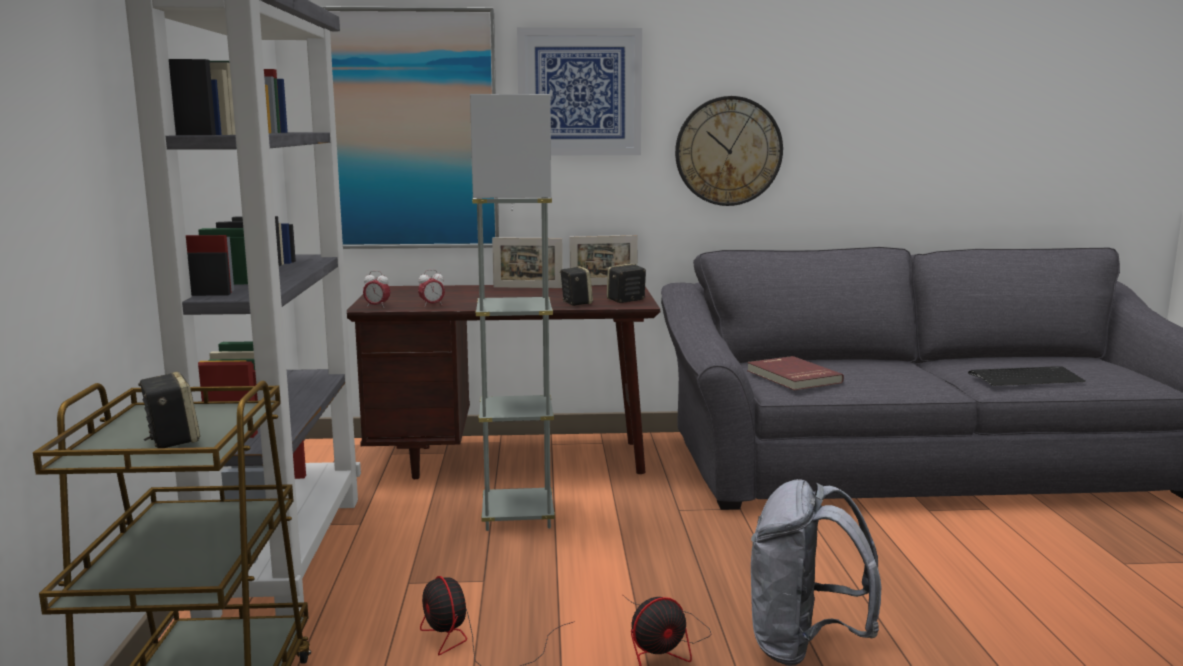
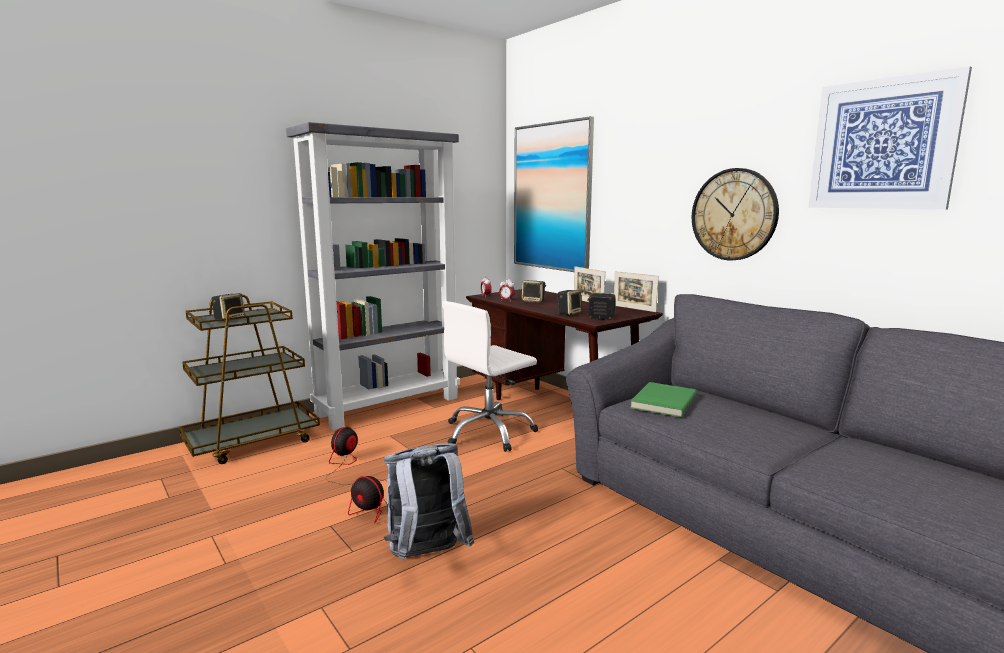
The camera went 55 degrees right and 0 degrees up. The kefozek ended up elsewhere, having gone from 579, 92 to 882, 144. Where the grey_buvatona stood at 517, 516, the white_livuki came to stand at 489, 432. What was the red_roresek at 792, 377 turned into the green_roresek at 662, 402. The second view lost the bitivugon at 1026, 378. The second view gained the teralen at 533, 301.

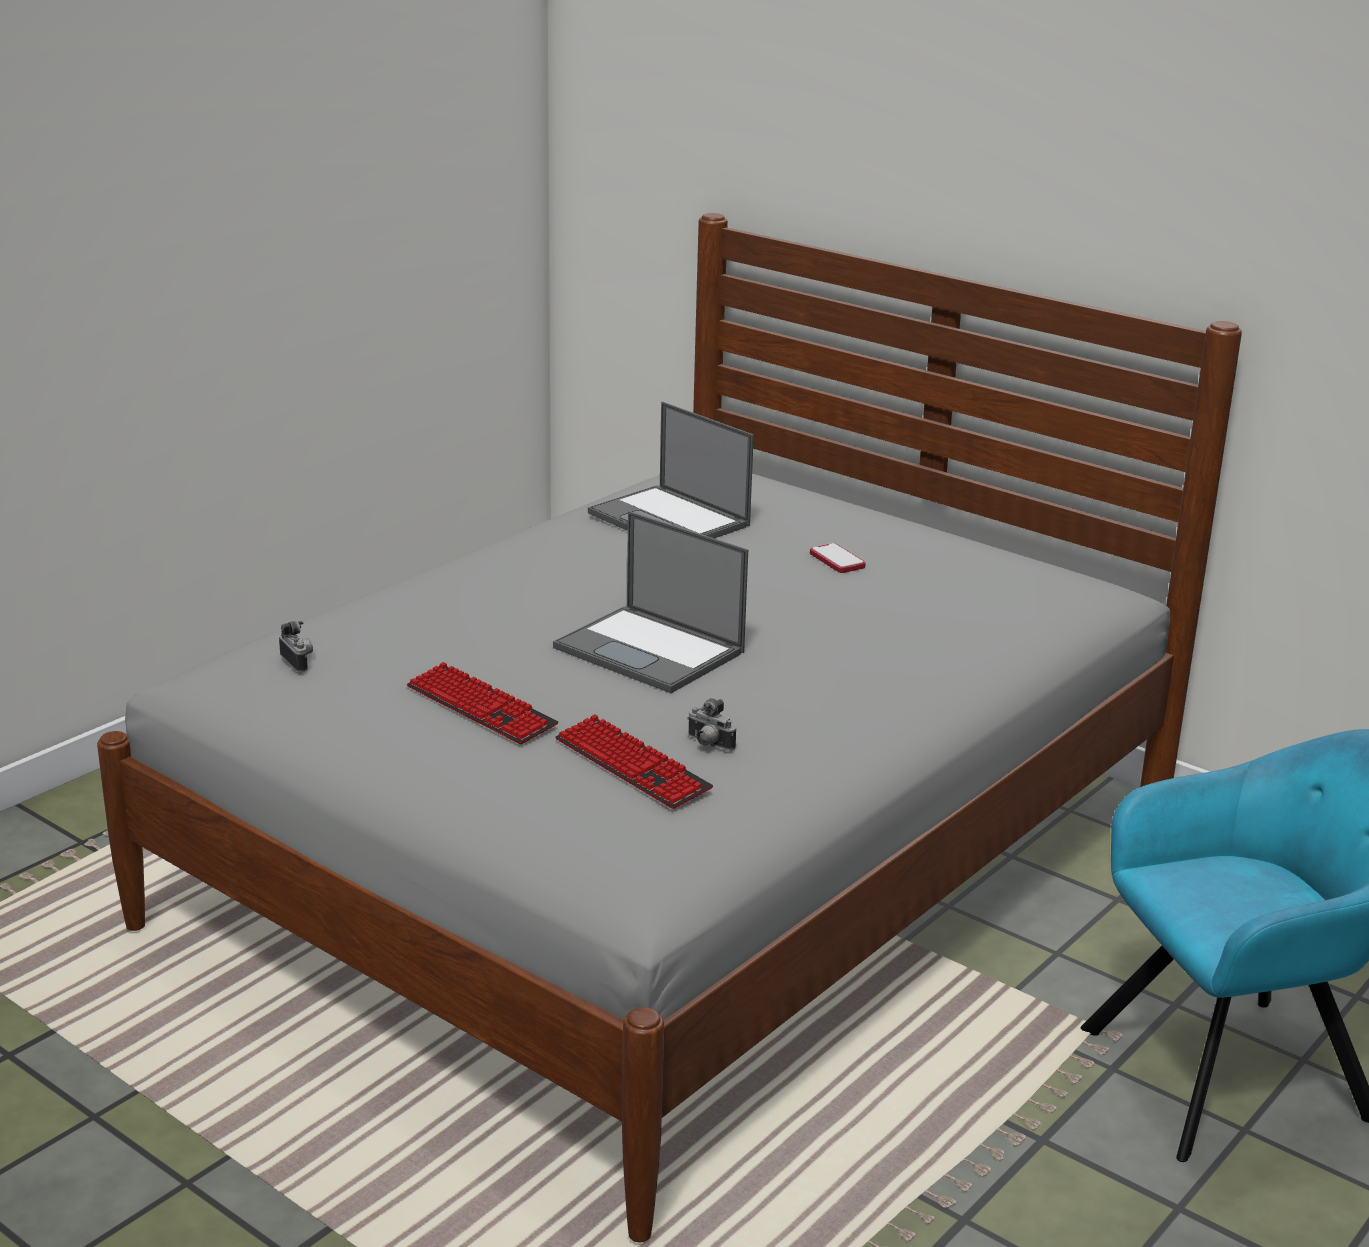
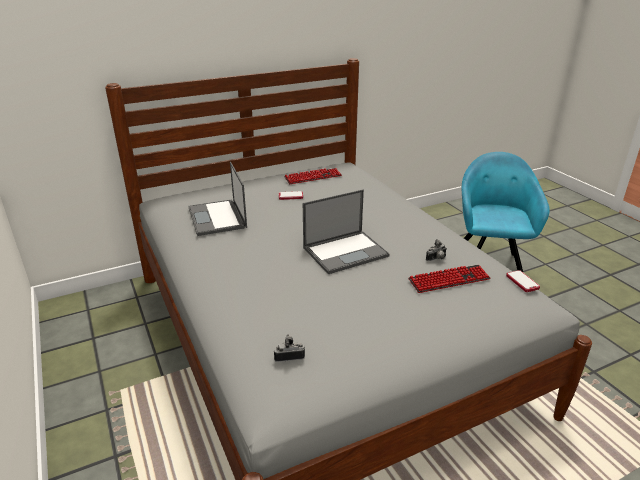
The camera went 65 degrees left and 5 degrees up. The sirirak at 670, 520 ended up facing another way, 90 degrees clockwise from before. The bitivugon ended up elsewhere, having gone from 481, 707 to 313, 177. The second view gained the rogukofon at 522, 282.

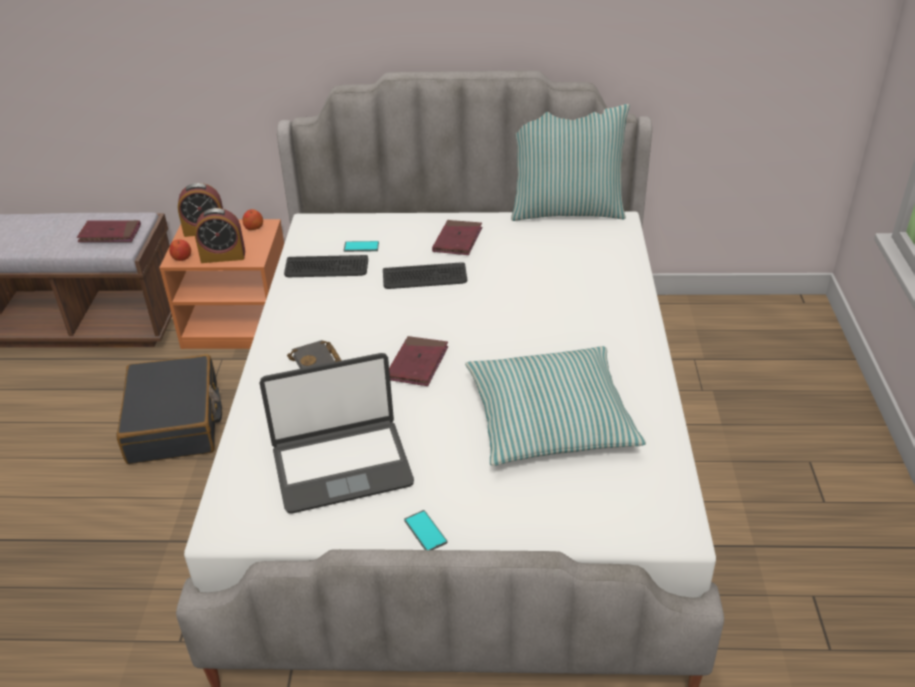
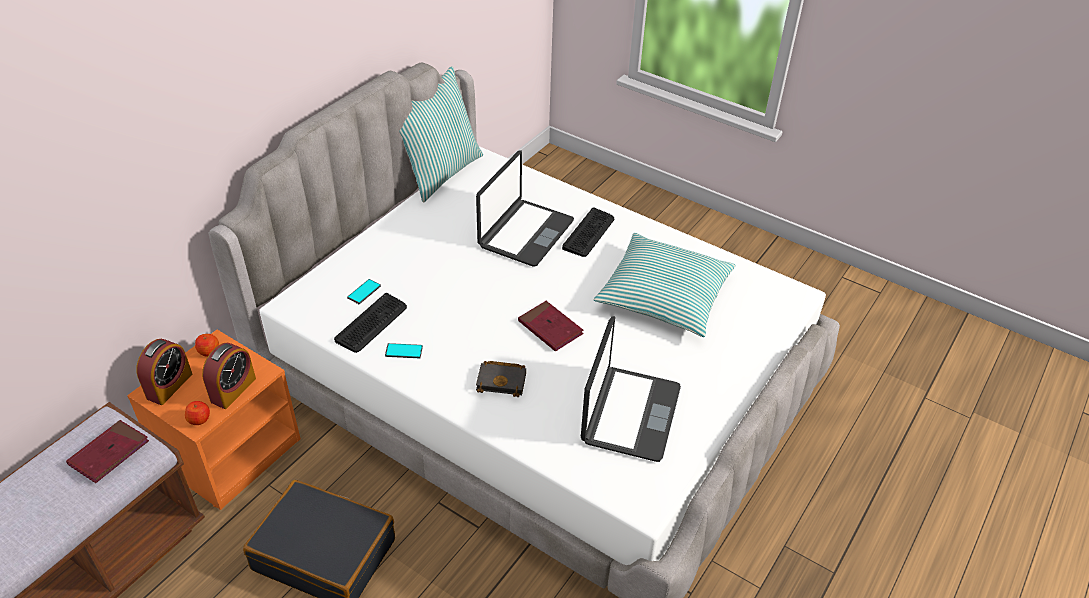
The camera went 60 degrees left and 5 degrees up. The second view lost the red_roresek at 457, 240. The bitivugon ended up elsewhere, having gone from 424, 277 to 589, 233. The rogukofon ended up elsewhere, having gone from 425, 531 to 404, 351. The second view gained the sirirak at 525, 233.

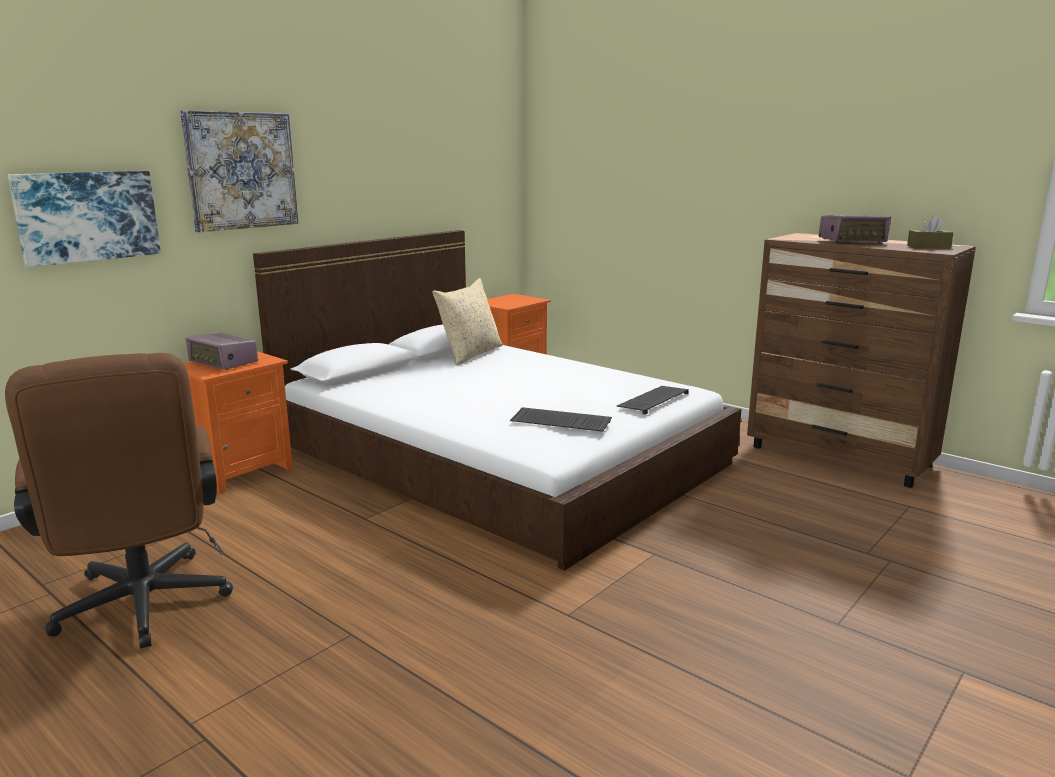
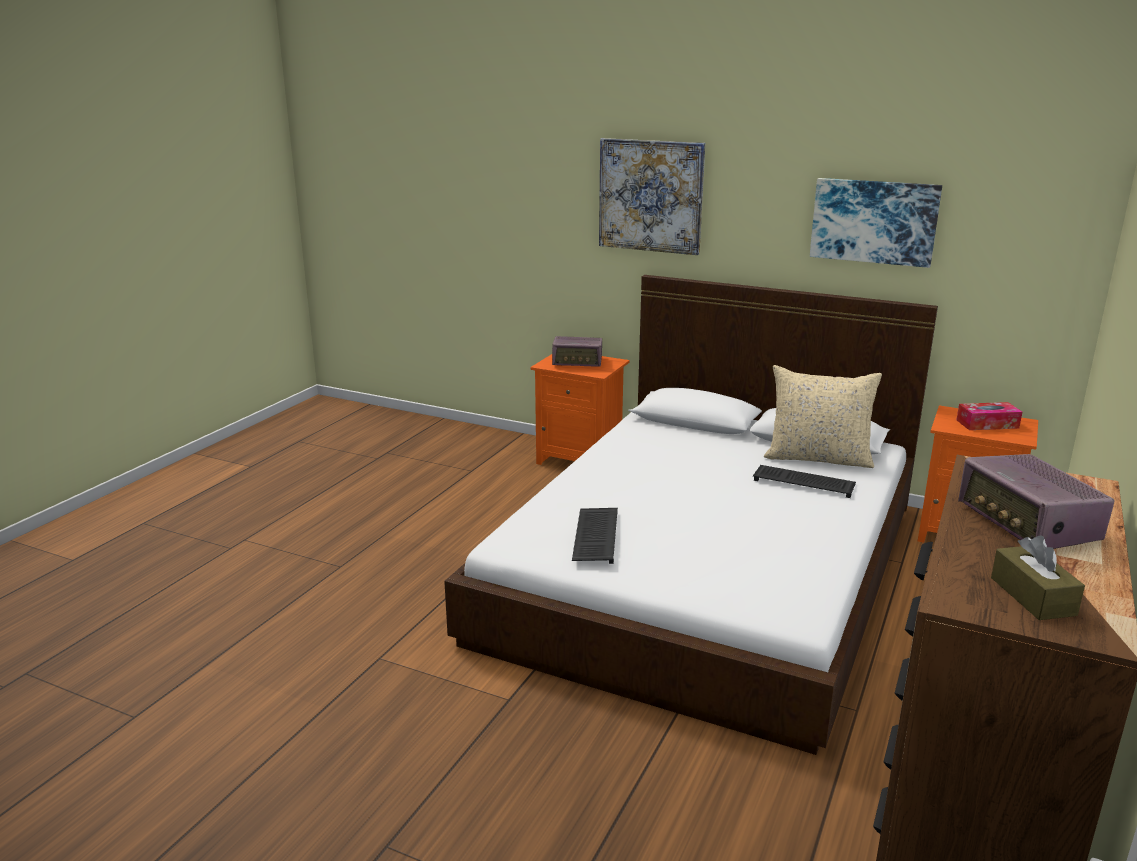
The camera went 75 degrees right and 5 degrees up. The kefozek ended up elsewhere, having gone from 87, 216 to 874, 221. The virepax at 224, 363 ended up facing another way, 105 degrees counterclockwise from before. The second view lost the brown_livuki at 143, 610. The bitivugon ended up elsewhere, having gone from 653, 400 to 805, 482. The second view gained the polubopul at 987, 424.

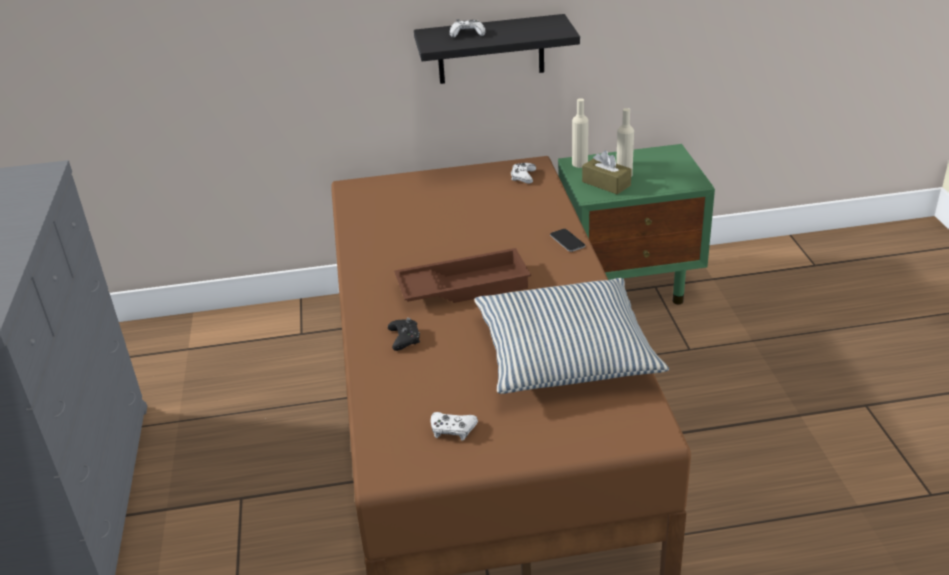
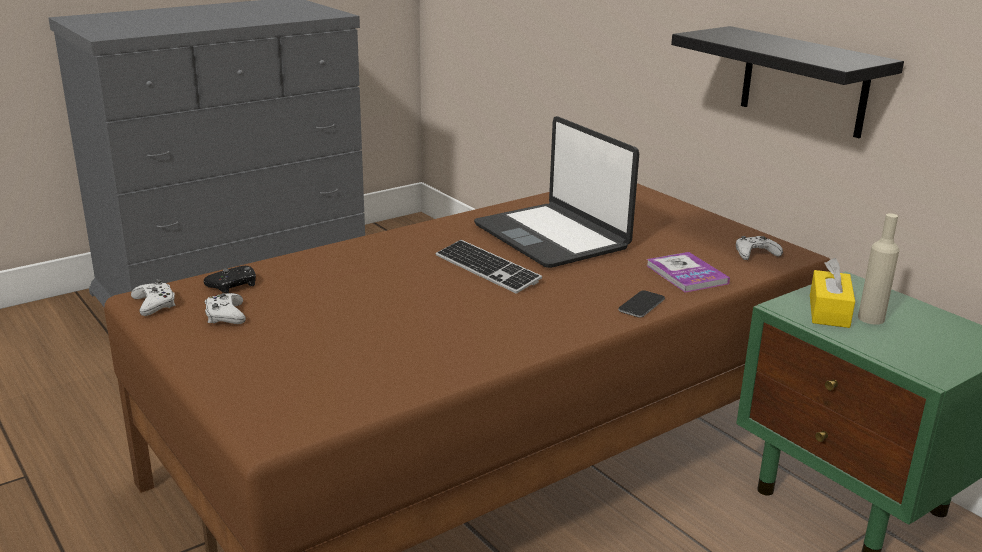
The camera went 60 degrees right and 10 degrees down. The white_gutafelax ended up elsewhere, having gone from 467, 33 to 154, 304. The second view lost the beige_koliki at 580, 164. What was the brown_polubopul at 606, 183 turned into the yellow_polubopul at 829, 311. Where the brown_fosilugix stood at 463, 285, the bitivugon came to stand at 487, 269. The second view lost the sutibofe at 565, 352. The black_gutafelax ended up elsewhere, having gone from 404, 338 to 233, 285. The second view gained the sirirak at 552, 237. The second view gained the roresek at 686, 274.

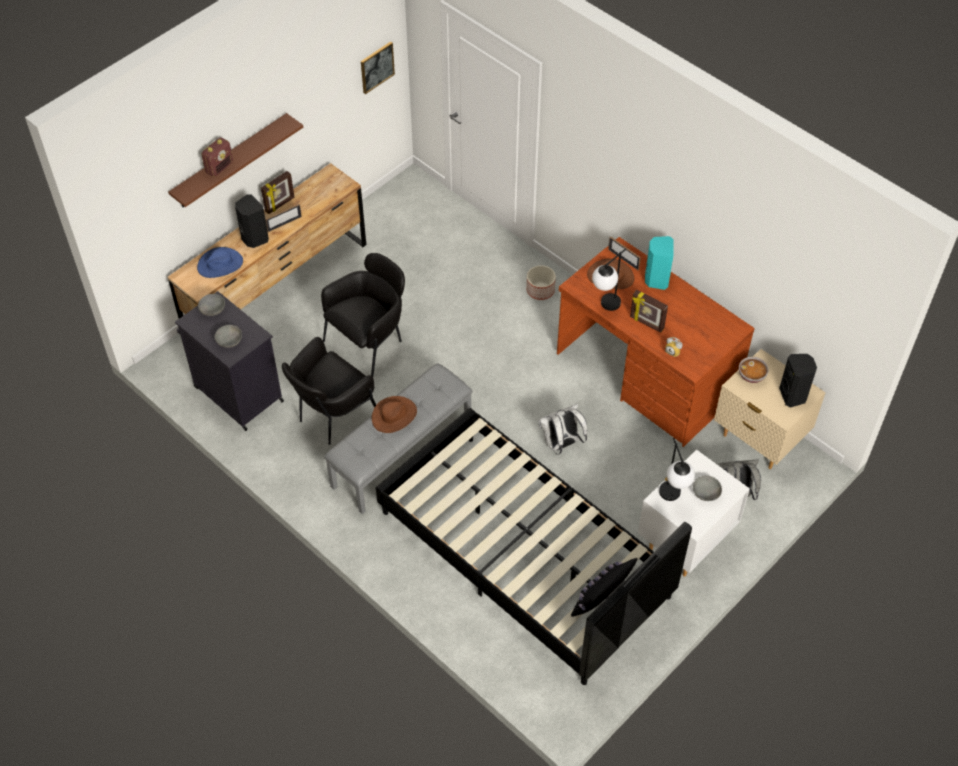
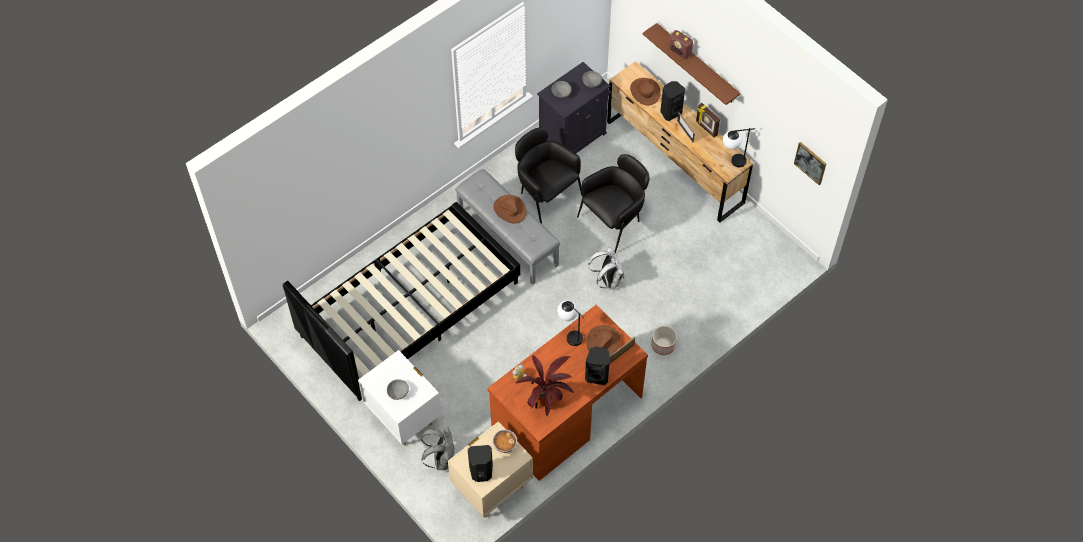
The camera went 95 degrees right and 5 degrees up. What was the turquoise_teralen at 656, 279 turned into the black_teralen at 597, 375. What was the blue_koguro at 220, 264 turned into the brown_koguro at 645, 92. The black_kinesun at 370, 344 ended up facing another way, 90 degrees counterclockwise from before. The second view lost the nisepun at 646, 323. The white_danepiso ended up elsewhere, having gone from 561, 444 to 608, 280. The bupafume ended up elsewhere, having gone from 672, 499 to 732, 162. The second view lost the black_sutibofe at 601, 602. The second view gained the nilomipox at 545, 403.

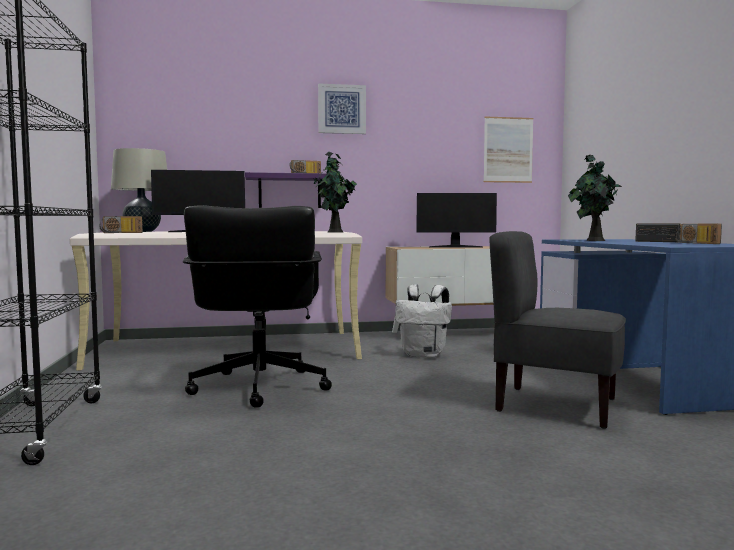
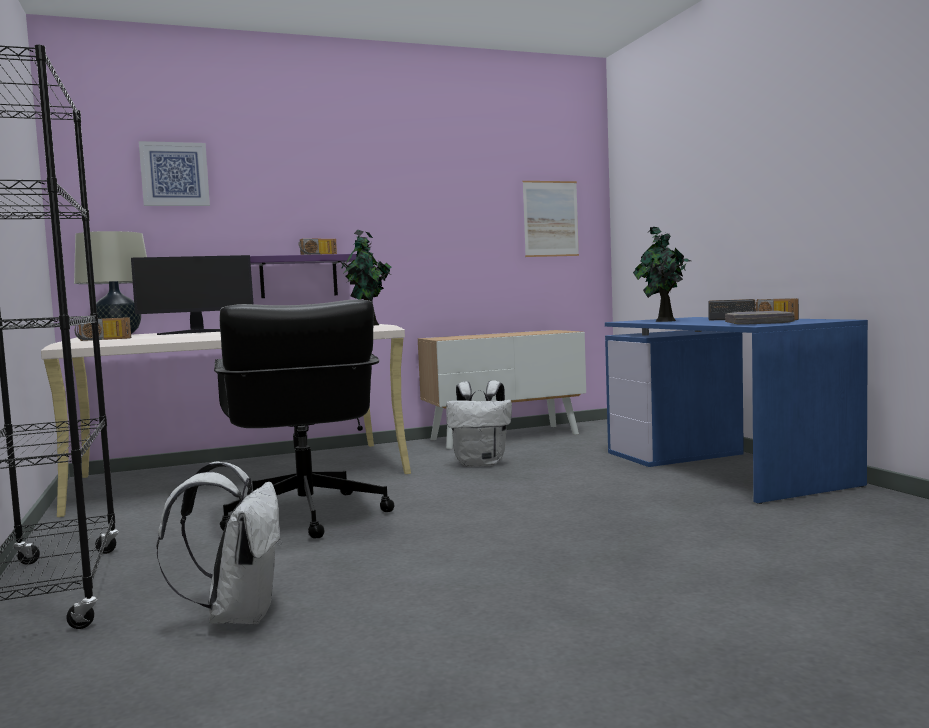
The camera went 10 degrees left and 0 degrees up. The kefozek ended up elsewhere, having gone from 341, 109 to 175, 174. The second view lost the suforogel at 455, 247. The second view lost the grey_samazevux at 555, 406. The second view gained the grey_roresek at 758, 323. The second view gained the white_danepiso at 238, 615.

